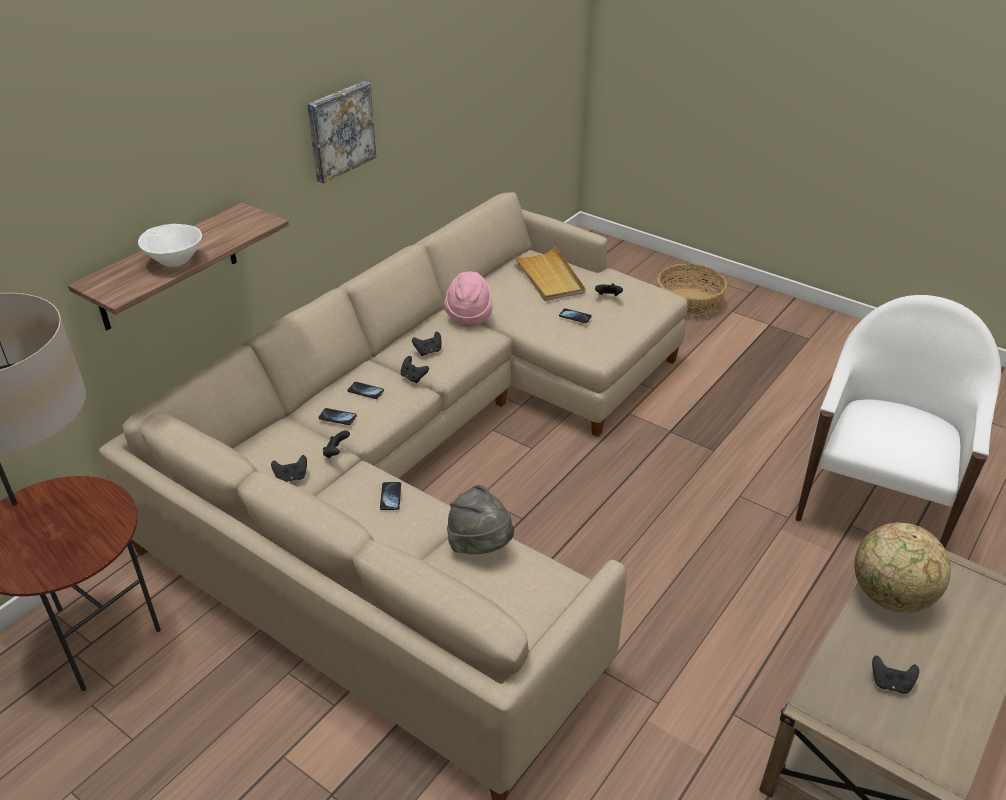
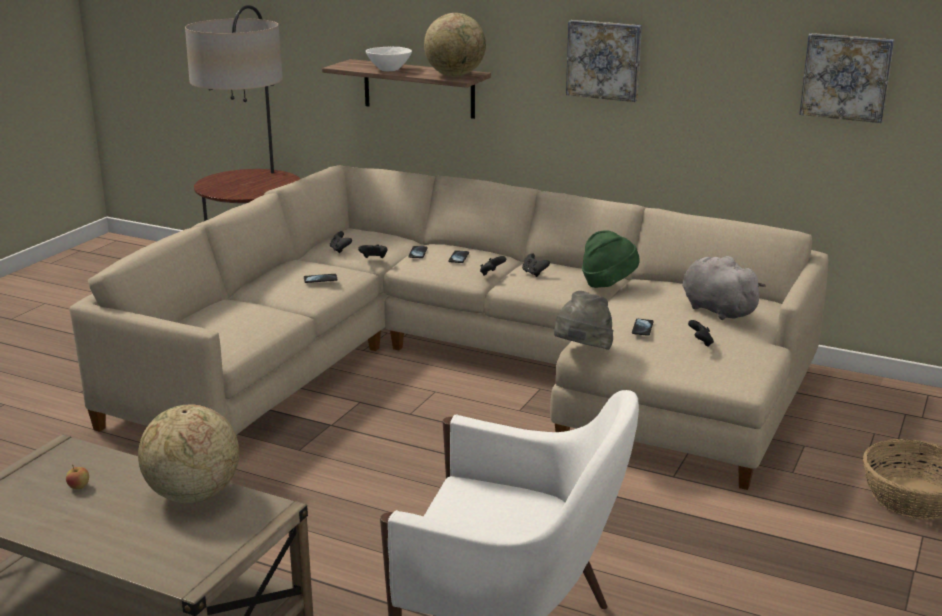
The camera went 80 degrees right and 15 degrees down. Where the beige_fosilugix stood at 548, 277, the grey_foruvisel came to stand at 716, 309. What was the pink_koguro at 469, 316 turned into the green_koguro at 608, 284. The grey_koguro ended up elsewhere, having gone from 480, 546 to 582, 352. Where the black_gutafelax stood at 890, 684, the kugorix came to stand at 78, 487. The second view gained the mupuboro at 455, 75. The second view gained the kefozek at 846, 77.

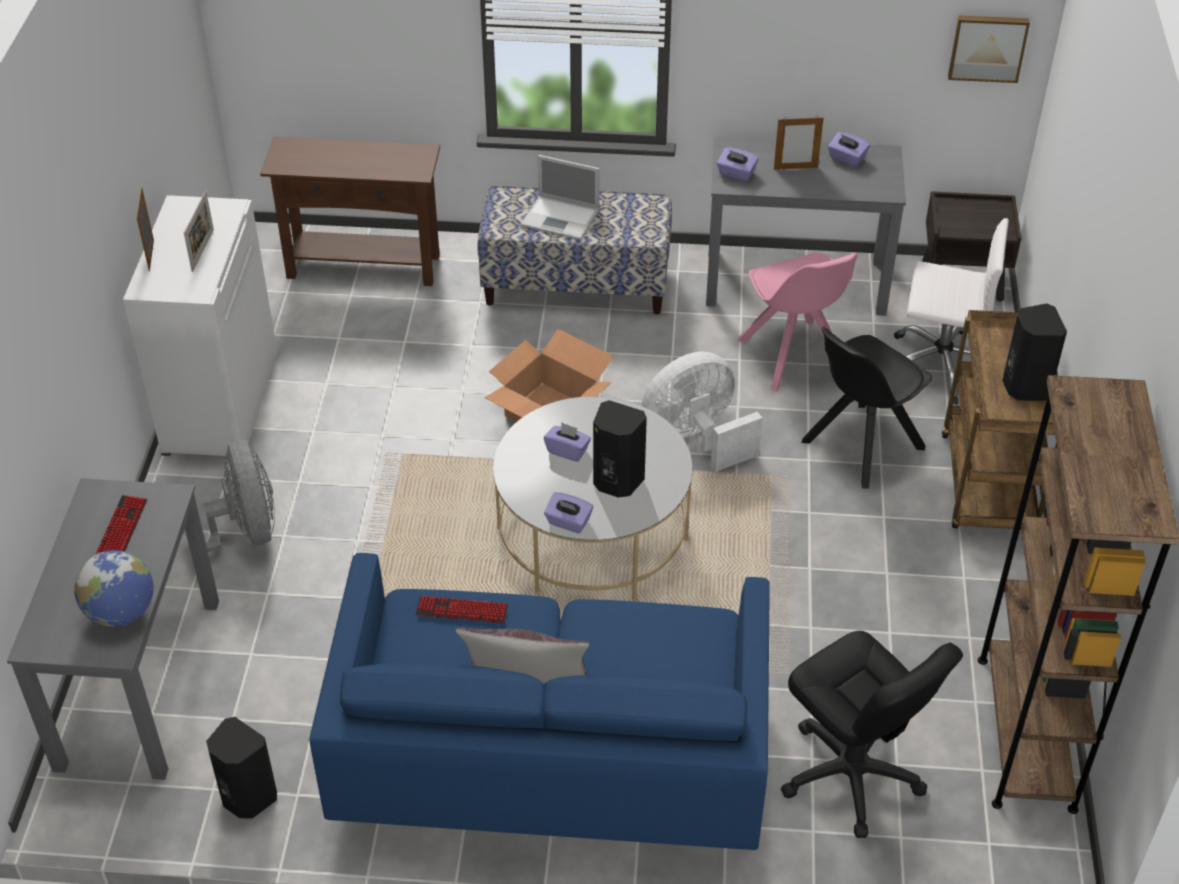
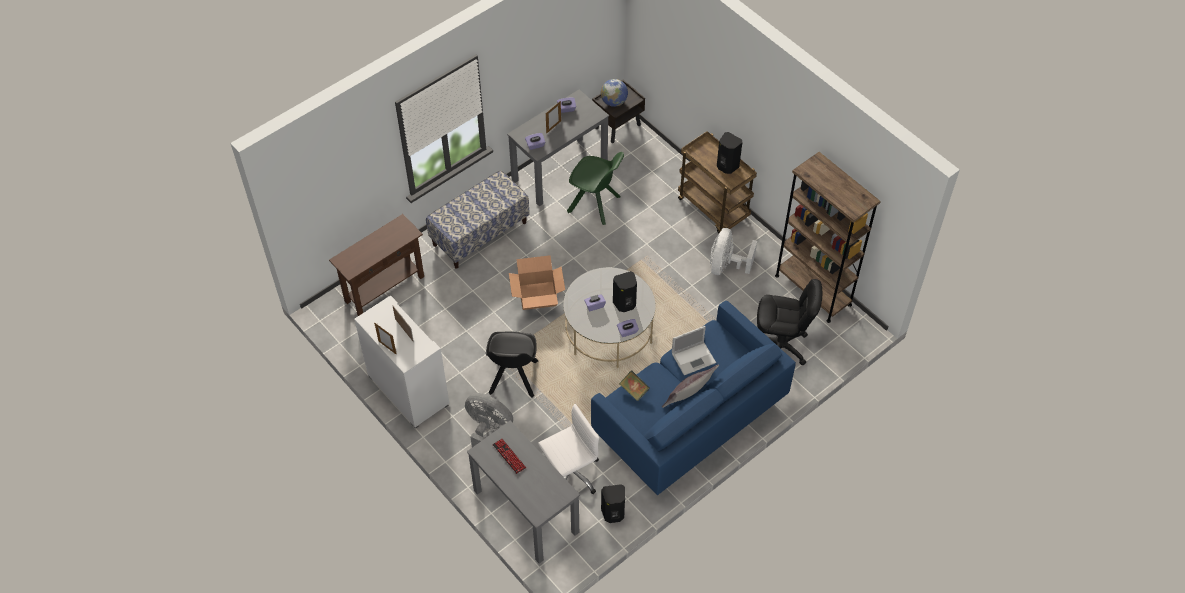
The camera went 45 degrees left and 10 degrees up. The second view lost the kefozek at 987, 47. The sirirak ended up elsewhere, having gone from 561, 218 to 694, 358. The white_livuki ended up elsewhere, having gone from 940, 365 to 569, 474. What was the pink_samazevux at 794, 357 turned into the green_samazevux at 595, 205. The black_samazevux ended up elsewhere, having gone from 860, 446 to 513, 378. The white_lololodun ended up elsewhere, having gone from 696, 439 to 726, 266. The mupuboro ended up elsewhere, having gone from 121, 612 to 614, 102. Where the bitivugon stood at 462, 611, the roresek came to stand at 634, 390.

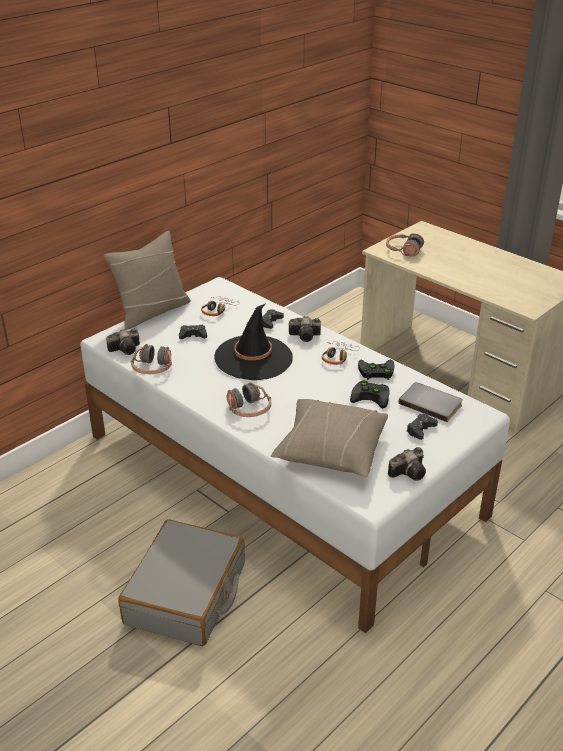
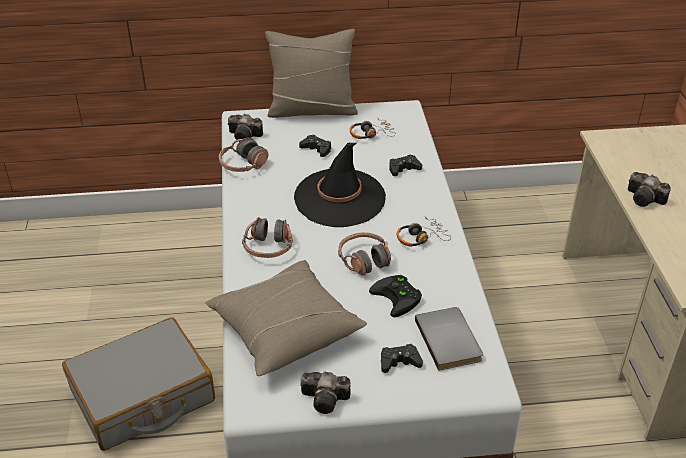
The camera went 40 degrees right and 5 degrees up. The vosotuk ended up elsewhere, having gone from 403, 250 to 364, 260. The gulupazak ended up elsewhere, having gone from 306, 336 to 646, 199. The second view lost the black_gutafelax at 375, 372.

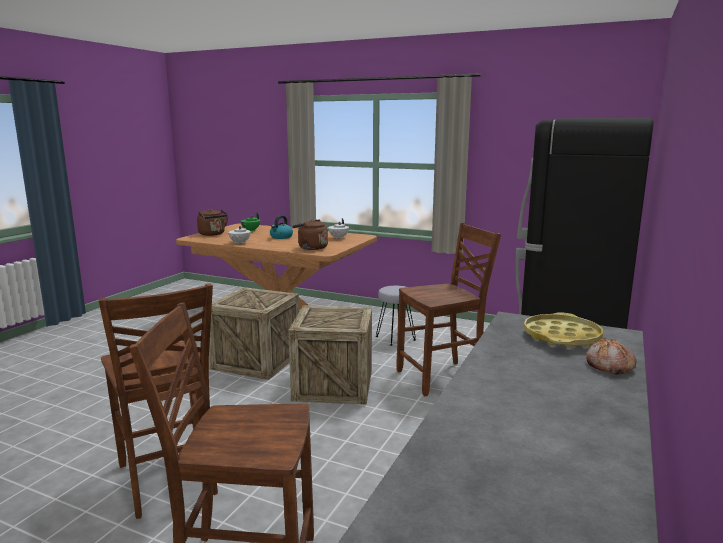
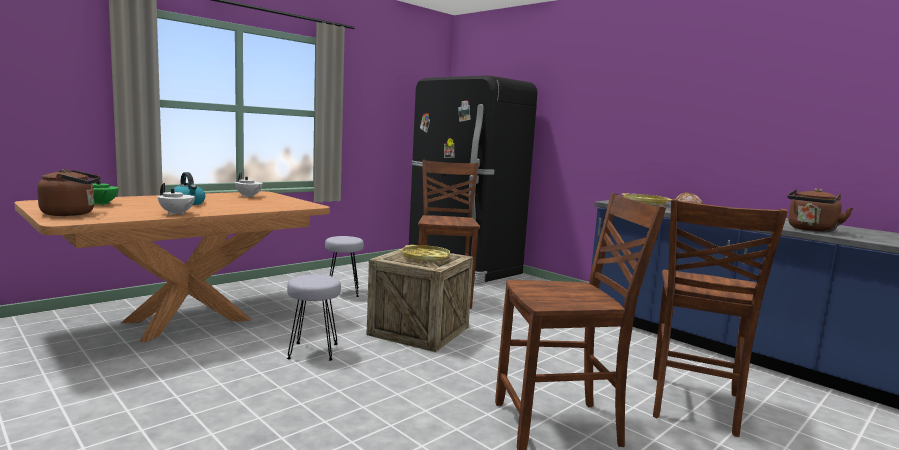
The camera went 70 degrees left and 5 degrees down. The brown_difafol ended up elsewhere, having gone from 311, 248 to 811, 230. Where the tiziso stood at 256, 361, the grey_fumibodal came to stand at 313, 352. The second view gained the yellow_fosilugix at 425, 258.

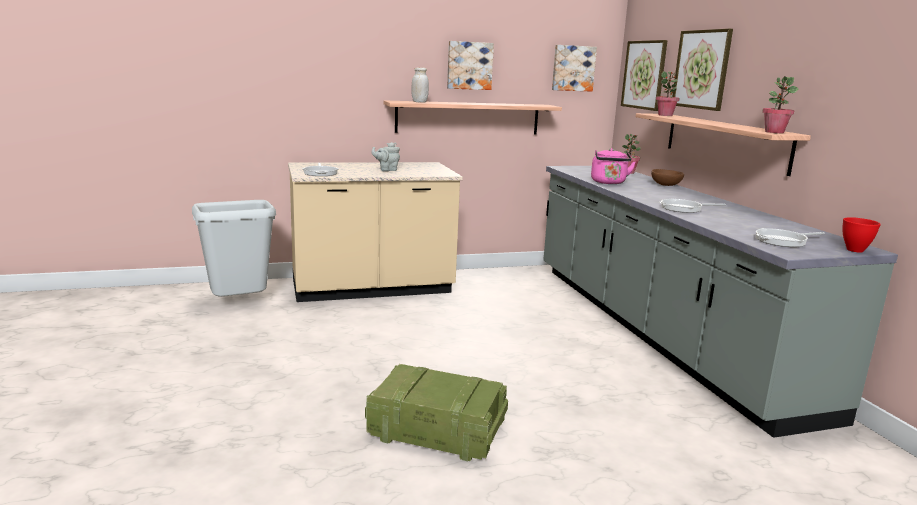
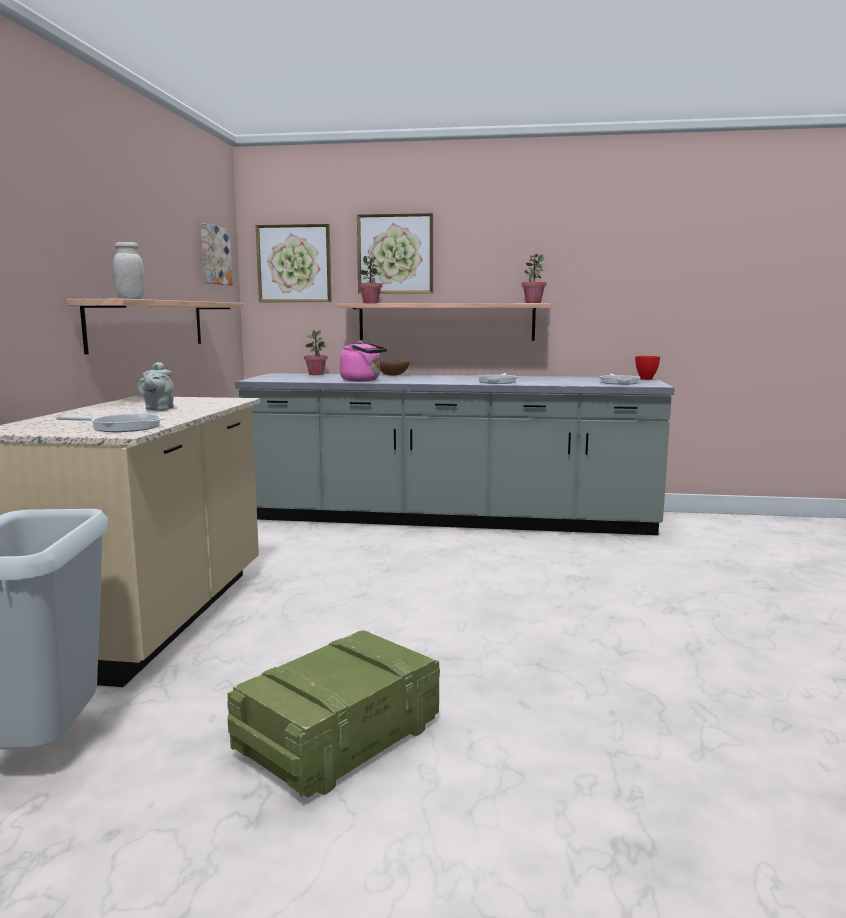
The camera went 65 degrees left and 5 degrees down. The second view lost the kefozek at 469, 65. The tiziso ended up elsewhere, having gone from 435, 431 to 337, 740.

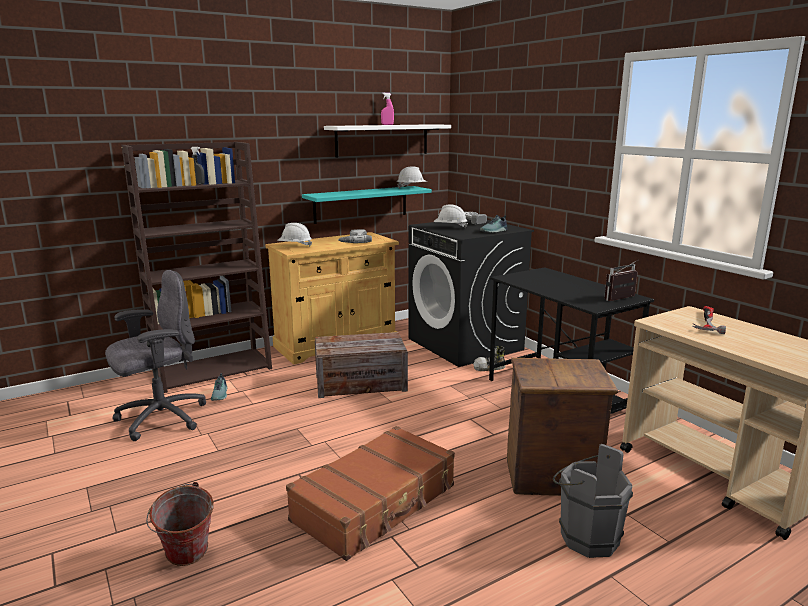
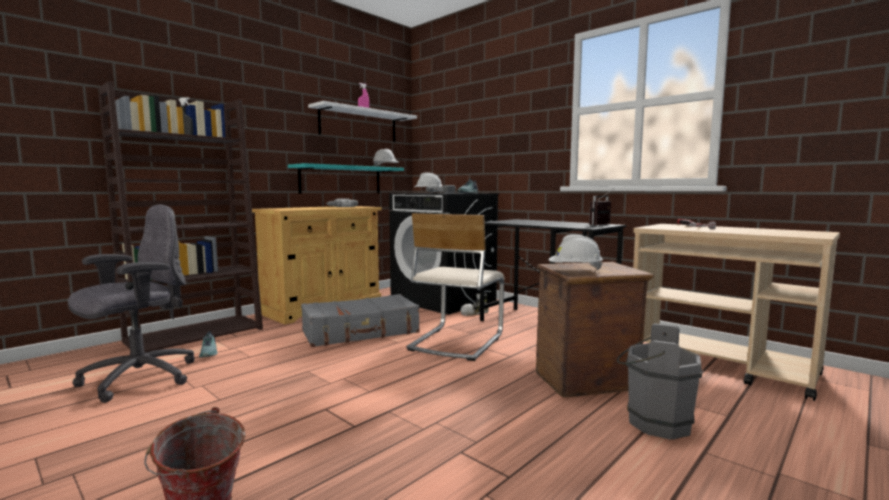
The camera went 15 degrees left and 10 degrees down. The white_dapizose ended up elsewhere, having gone from 294, 246 to 575, 270. Where the tiziso stood at 361, 383, the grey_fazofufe came to stand at 361, 332. The second view lost the brown_fazofufe at 376, 503. The second view gained the beige_samazevux at 455, 342.

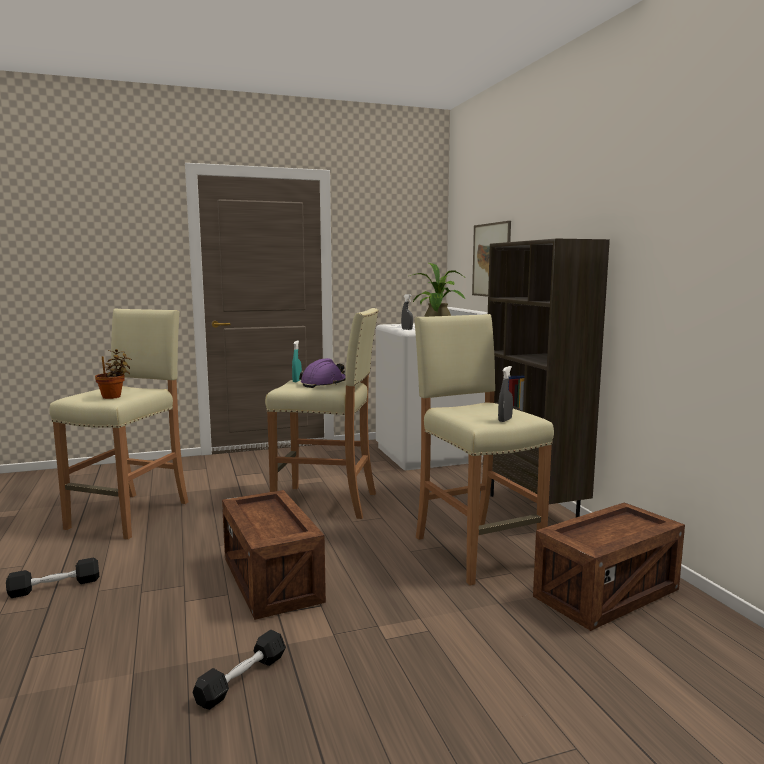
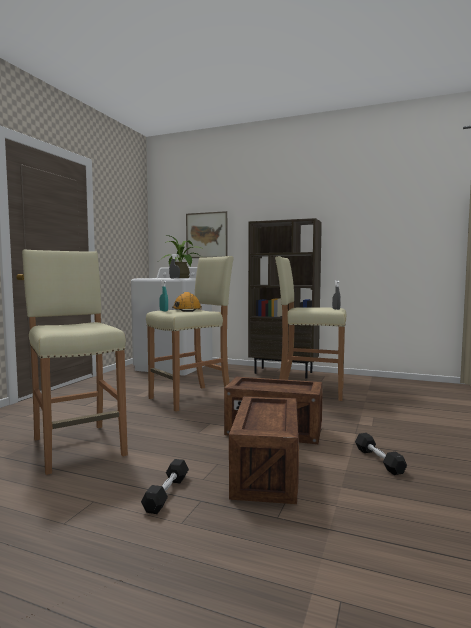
The camera went 50 degrees left and 5 degrees down. The second view lost the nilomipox at 114, 396. What was the purple_dapizose at 324, 384 turned into the orange_dapizose at 186, 310. The tiziso ended up elsewhere, having gone from 606, 594 to 266, 472.

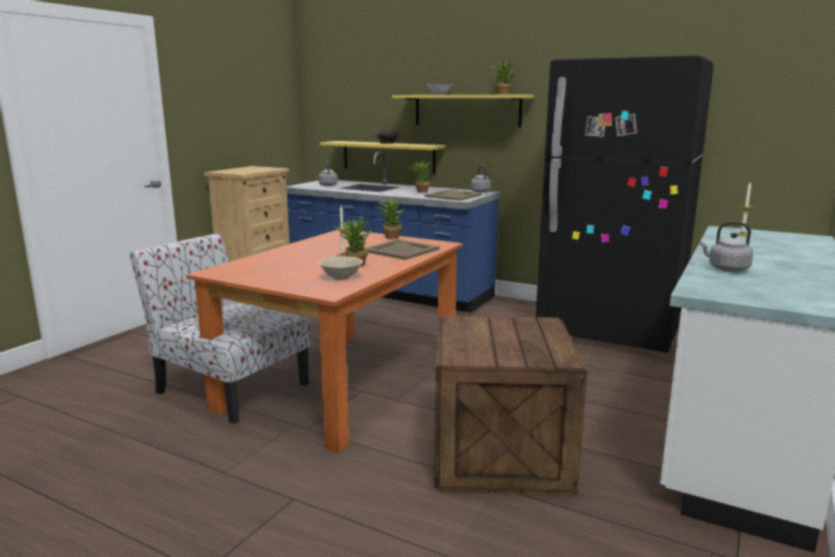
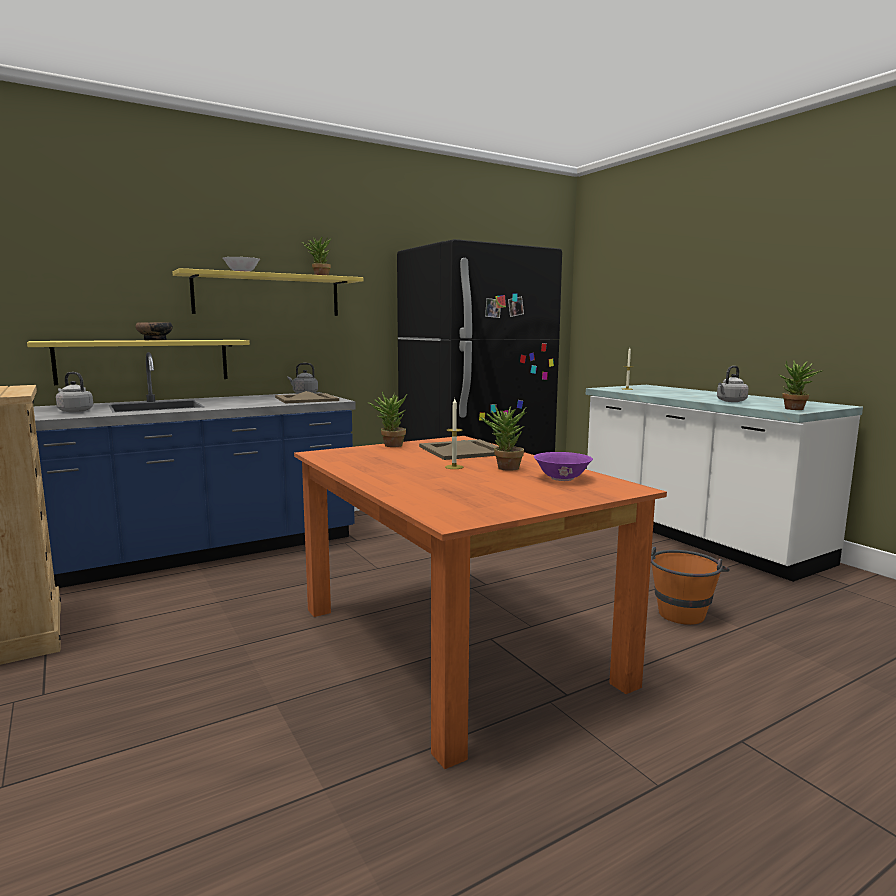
The camera went 60 degrees left and 5 degrees down. The nilomipox ended up elsewhere, having gone from 420, 192 to 795, 409. The second view lost the samazevux at 230, 387. What was the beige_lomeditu at 341, 277 turned into the purple_lomeditu at 562, 478. Where the tiziso stood at 501, 454, the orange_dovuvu came to stand at 683, 610.

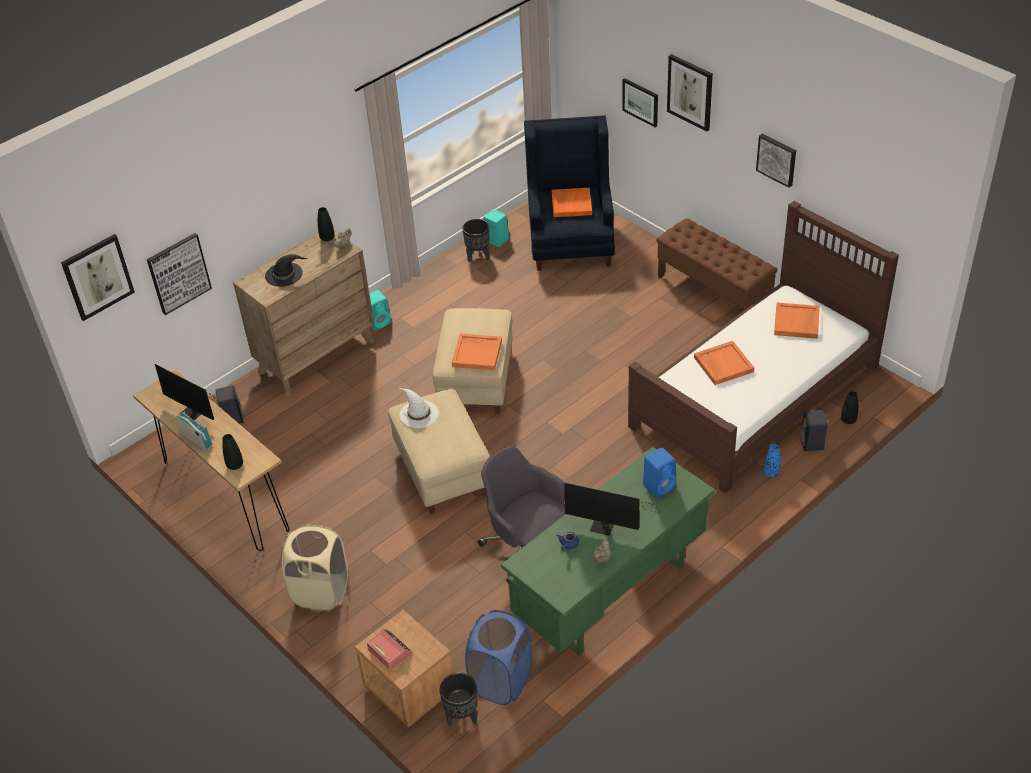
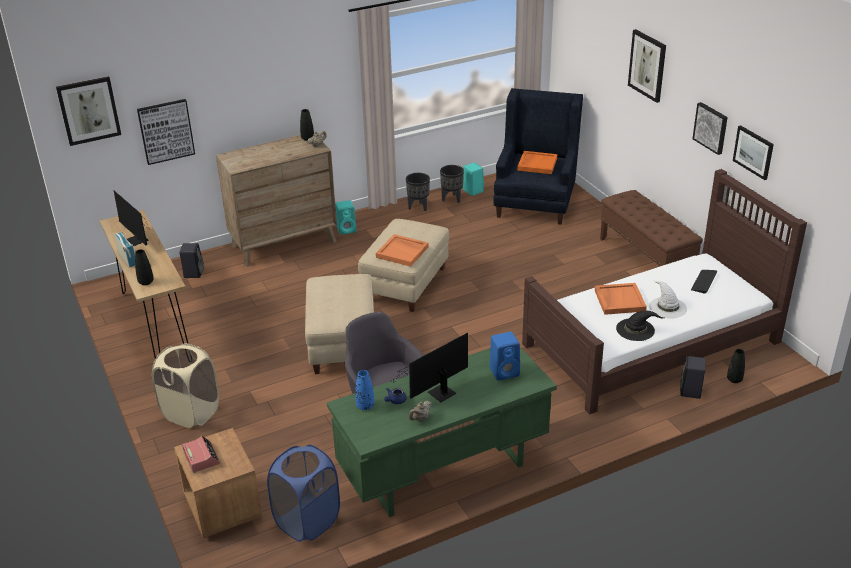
The camera went 15 degrees right and 10 degrees down. The kefozek ended up elsewhere, having gone from 641, 102 to 753, 152. The black_koguro ended up elsewhere, having gone from 284, 274 to 636, 329. Where the orange_fosilugix stood at 797, 322, the bitivugon came to stand at 704, 281. The white_koguro ended up elsewhere, having gone from 418, 413 to 667, 307. The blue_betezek ended up elsewhere, having gone from 771, 472 to 365, 406. The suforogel at 606, 527 ended up facing another way, 105 degrees clockwise from before. The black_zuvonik ended up elsewhere, having gone from 462, 716 to 418, 207.

